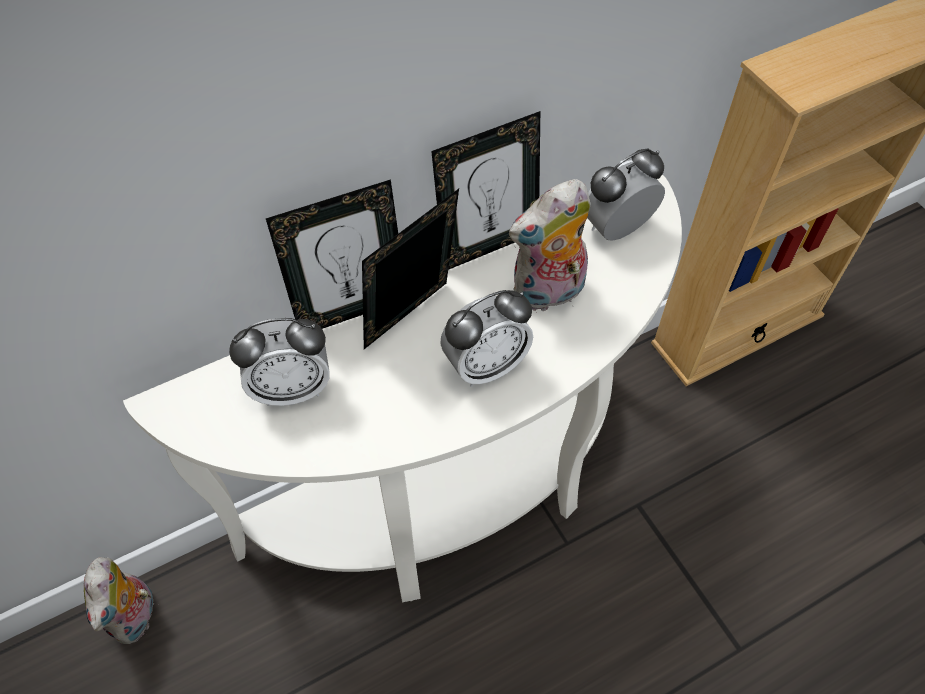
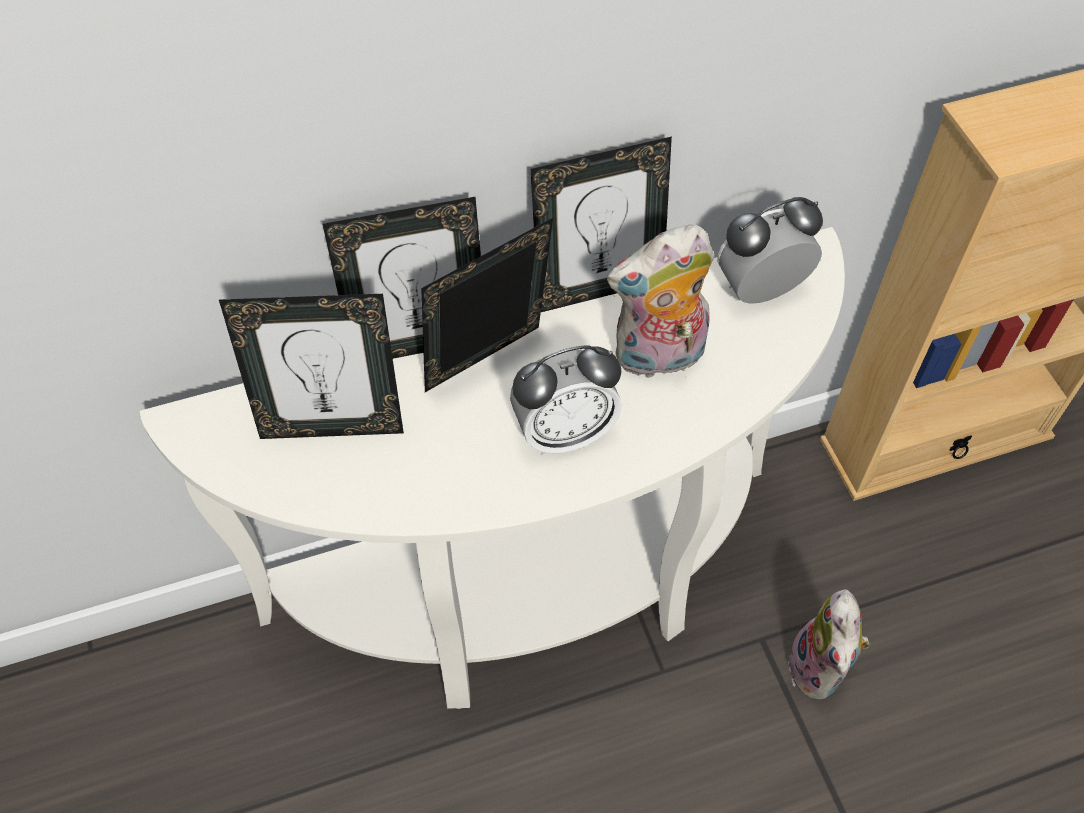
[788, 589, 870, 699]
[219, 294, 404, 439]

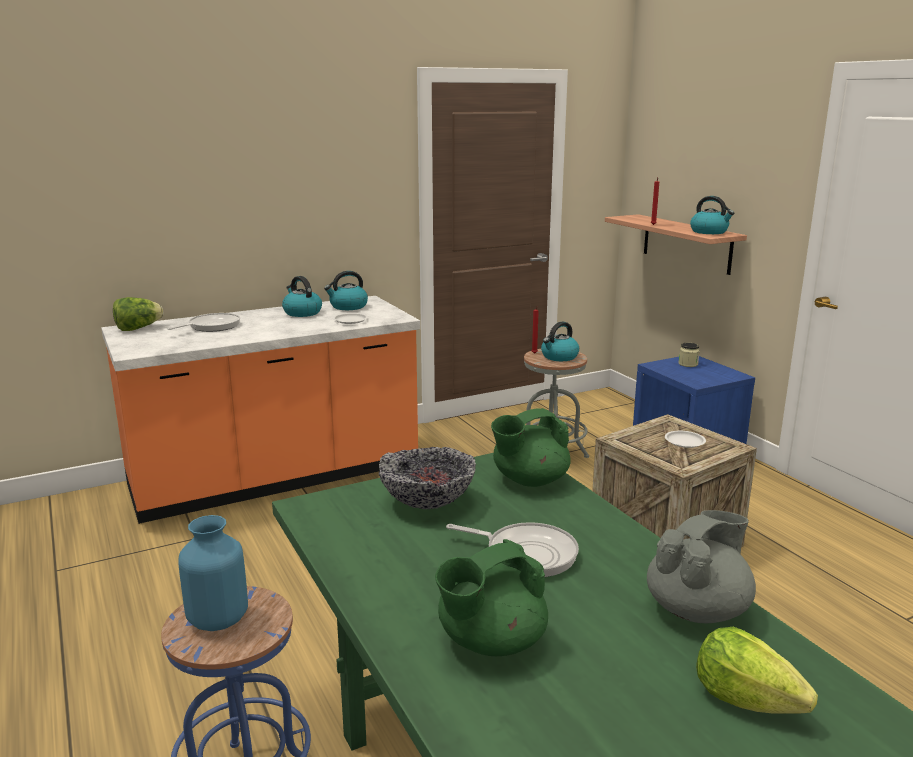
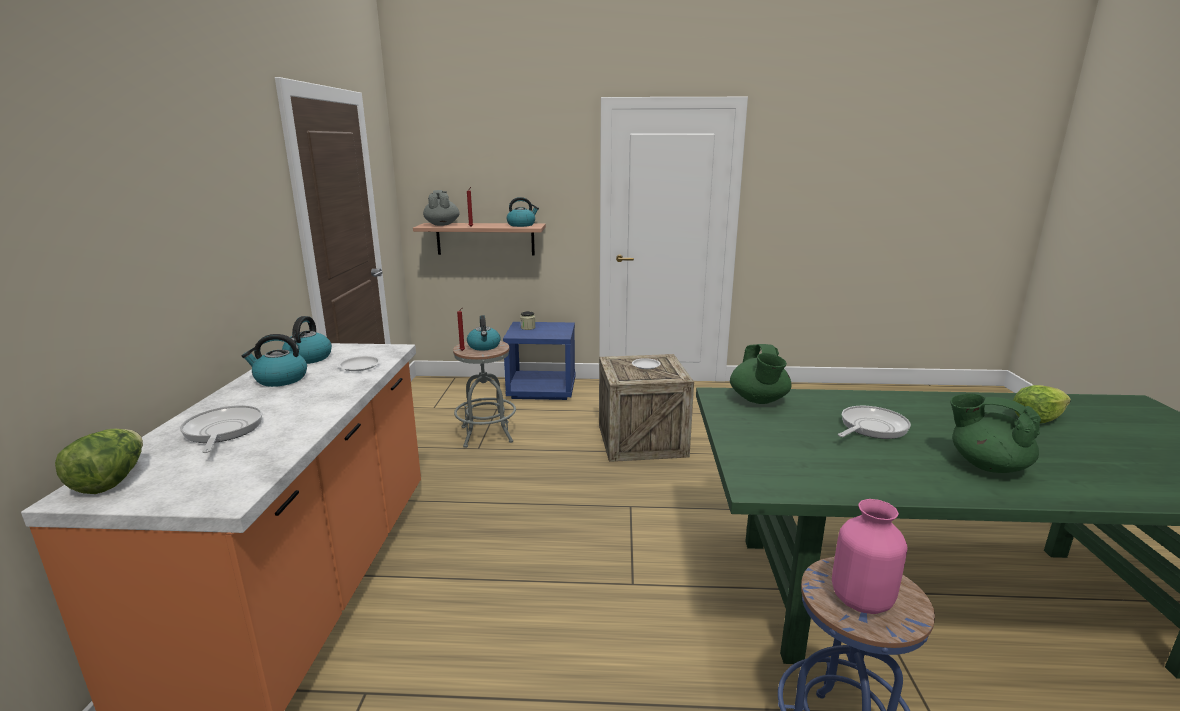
[832, 499, 907, 614]
[378, 447, 476, 509] (first image)
[950, 393, 1041, 473]
[423, 190, 459, 226]

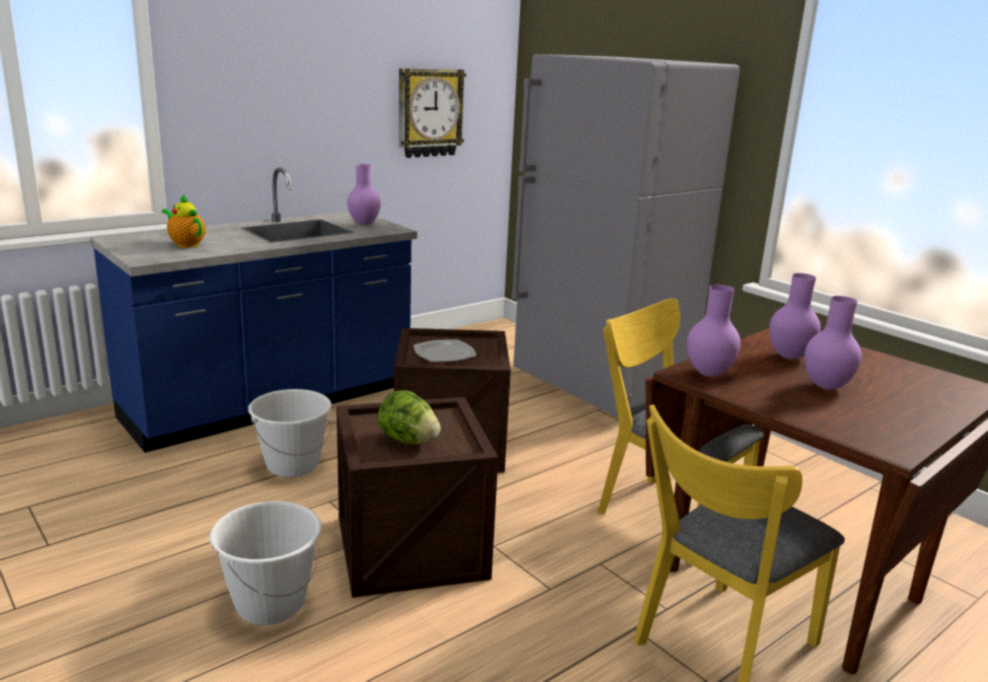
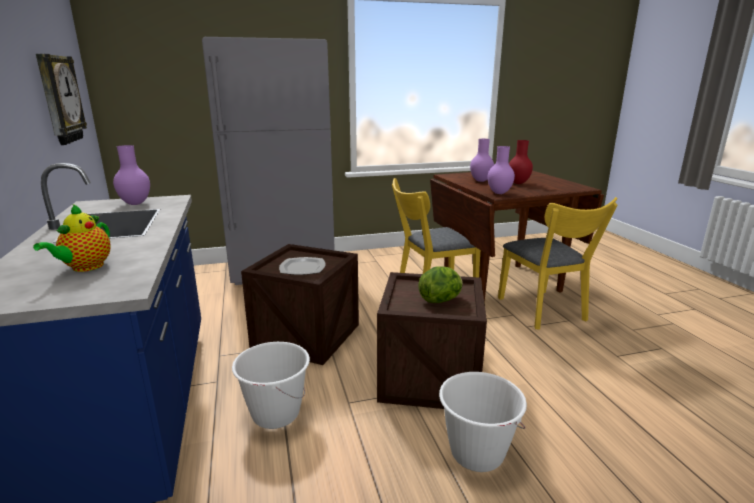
[33, 204, 111, 272]
[509, 140, 533, 184]

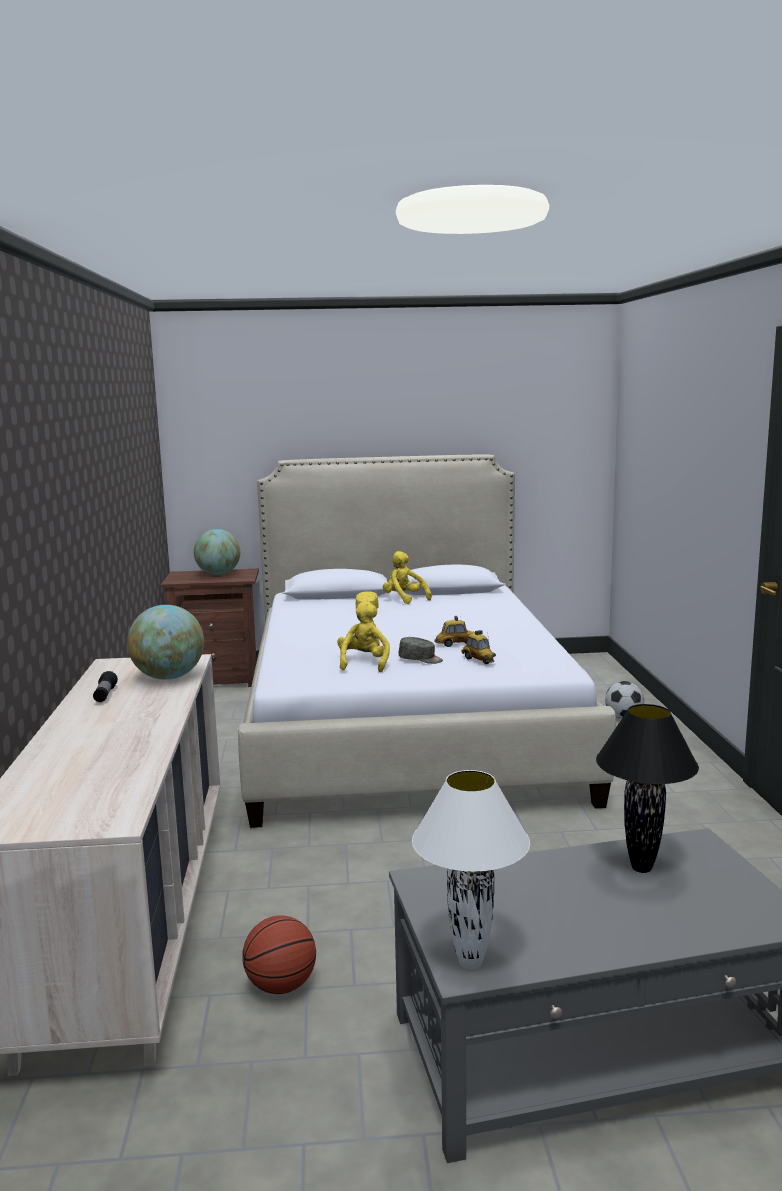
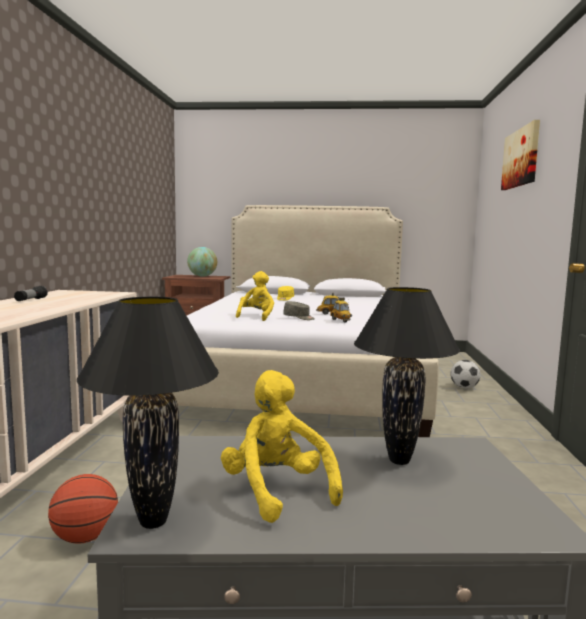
[127, 605, 204, 680] (first image)
[221, 370, 343, 523]
[77, 297, 219, 529]
[501, 120, 540, 190]

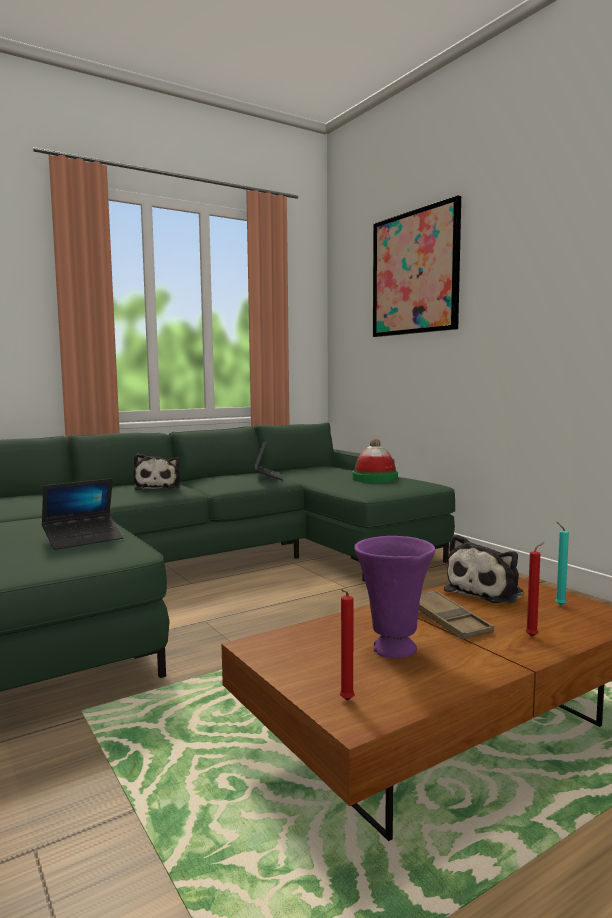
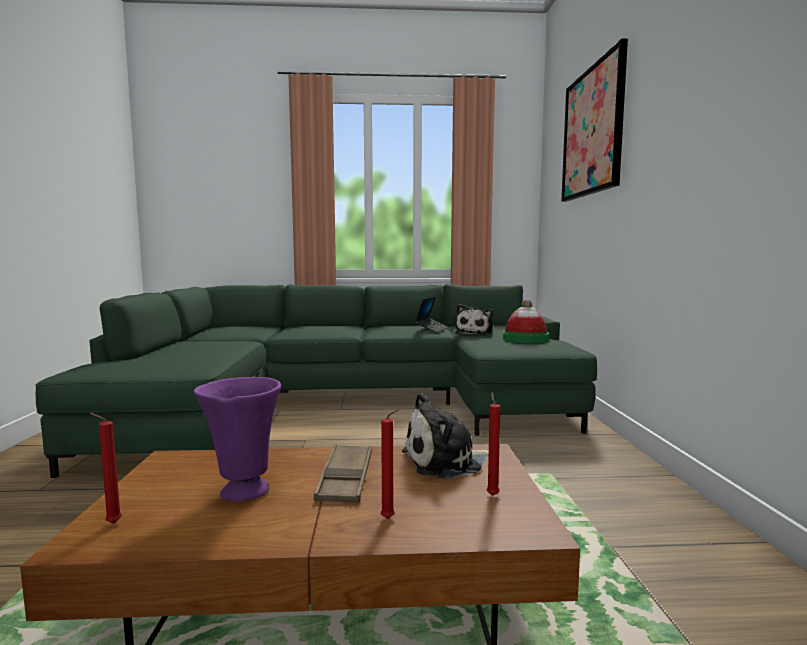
[42, 478, 124, 550] (first image)
[455, 304, 493, 335]
[487, 392, 500, 496]

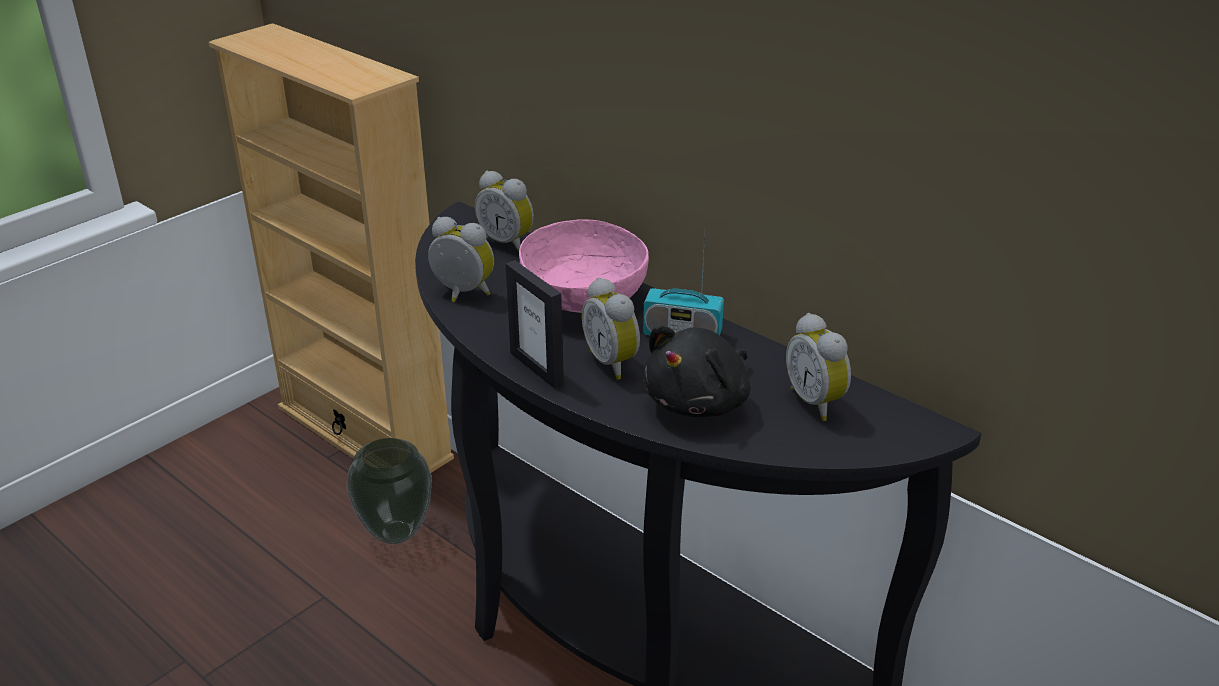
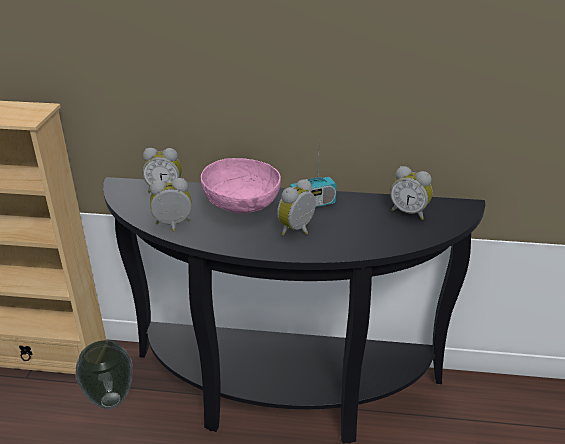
[506, 260, 564, 389] (first image)
[277, 179, 316, 235]
[643, 325, 750, 417] (first image)

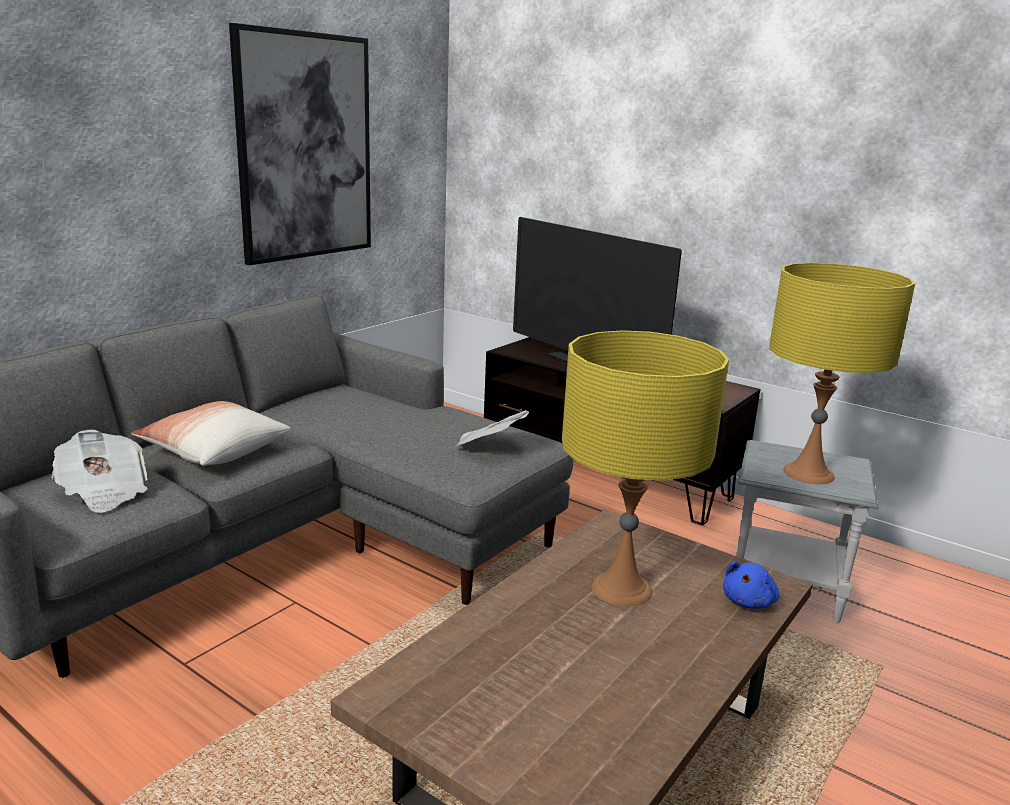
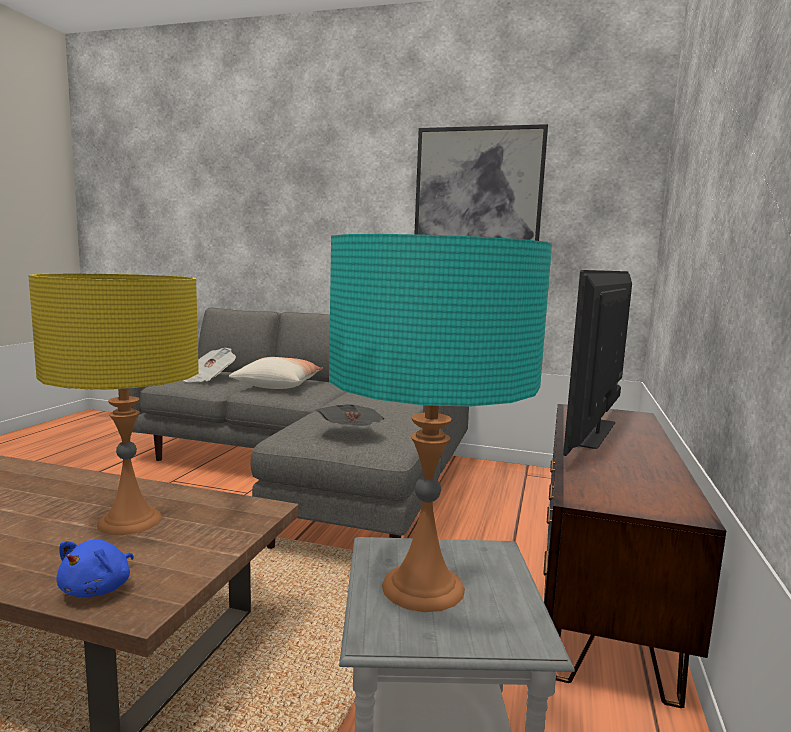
[57, 540, 134, 597]
[329, 234, 552, 612]

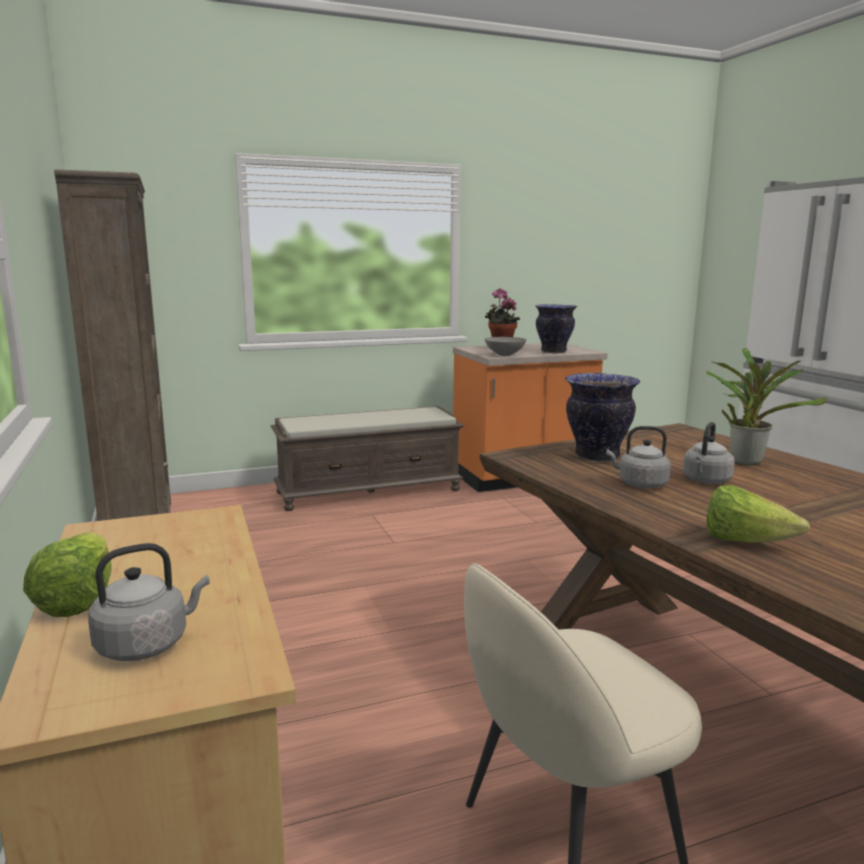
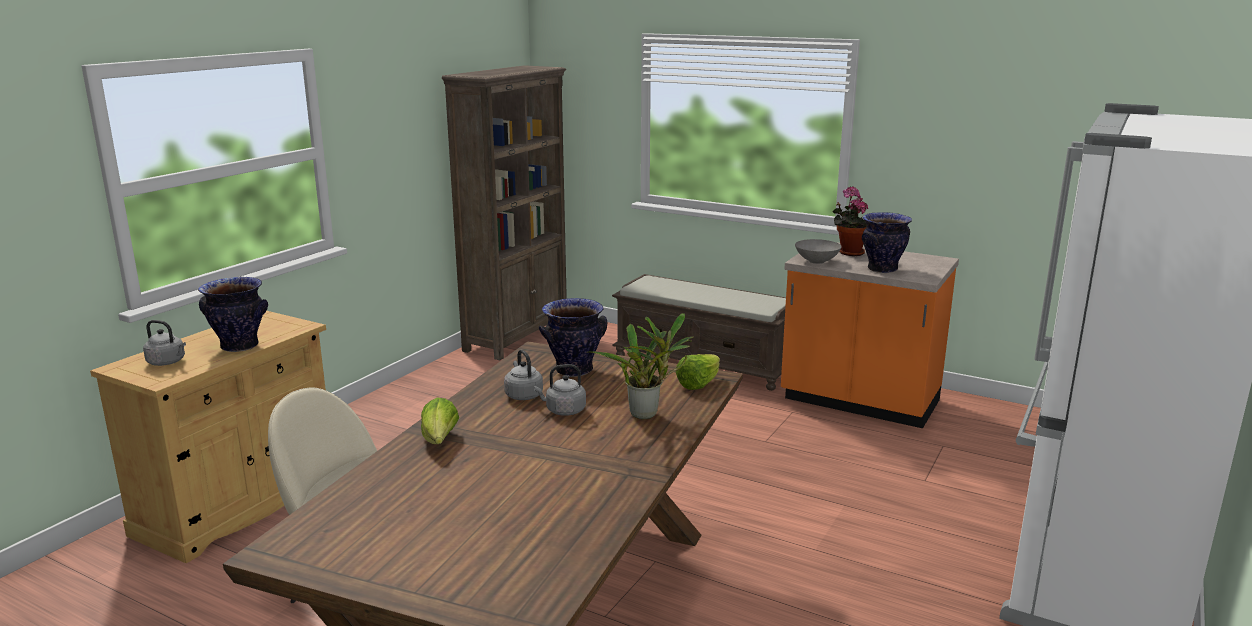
[675, 354, 720, 390]
[198, 277, 268, 352]

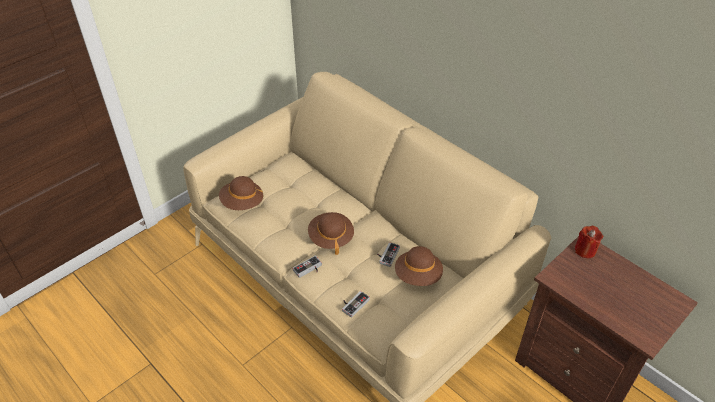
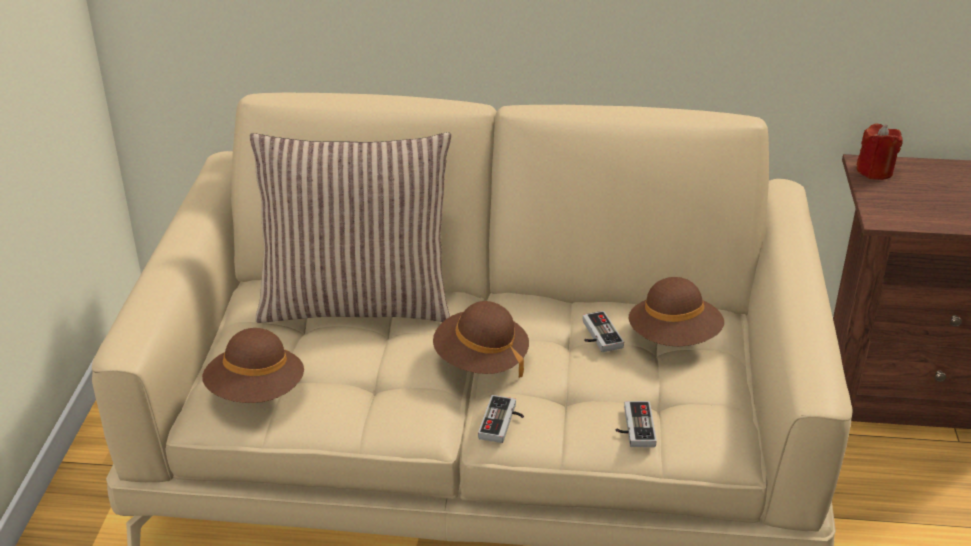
[250, 132, 451, 323]

